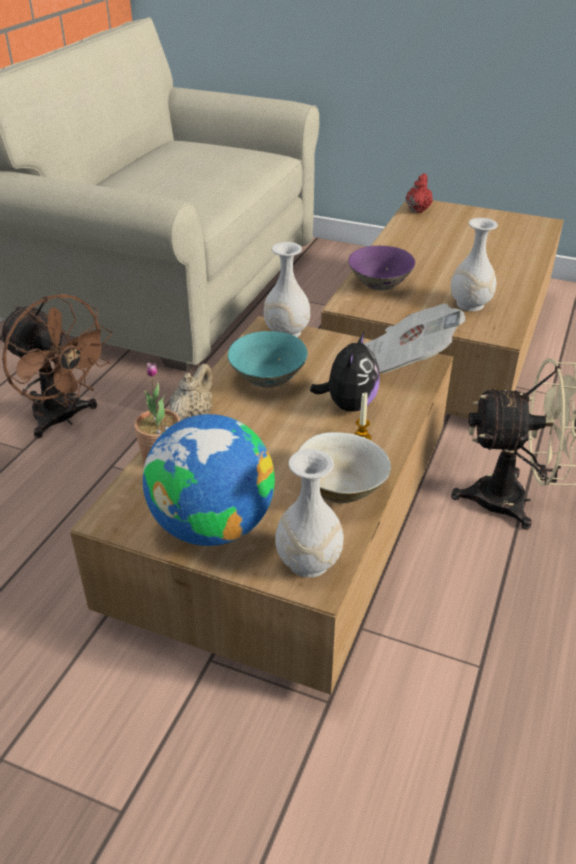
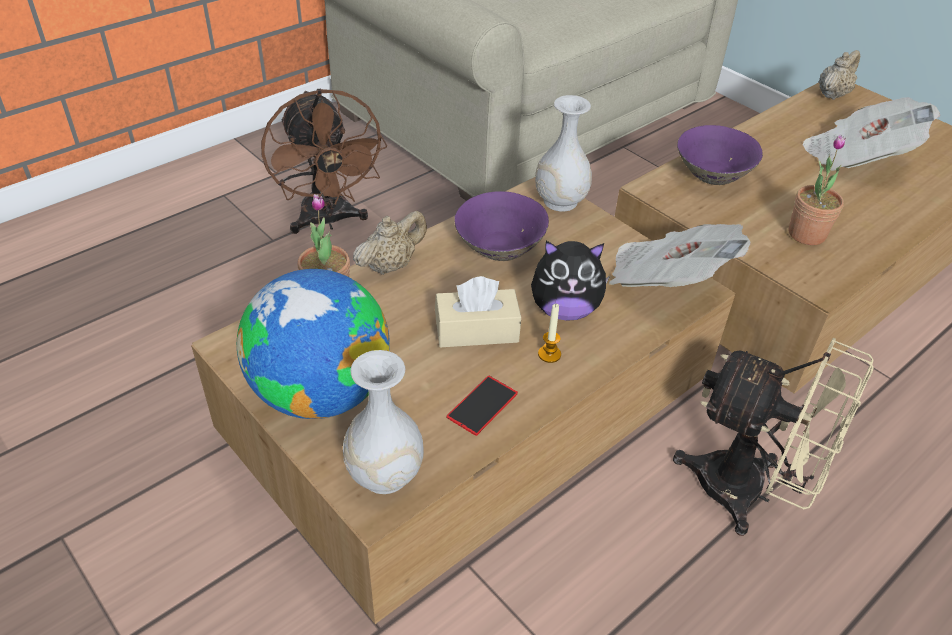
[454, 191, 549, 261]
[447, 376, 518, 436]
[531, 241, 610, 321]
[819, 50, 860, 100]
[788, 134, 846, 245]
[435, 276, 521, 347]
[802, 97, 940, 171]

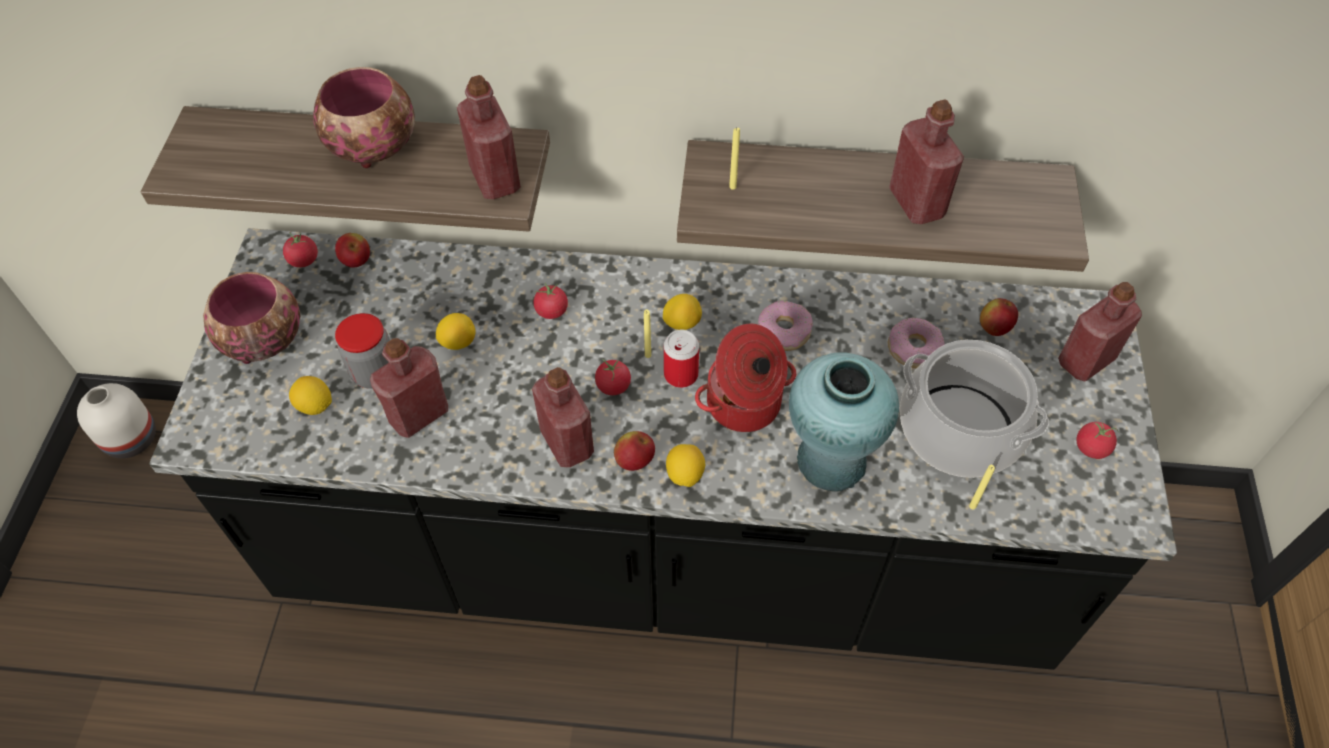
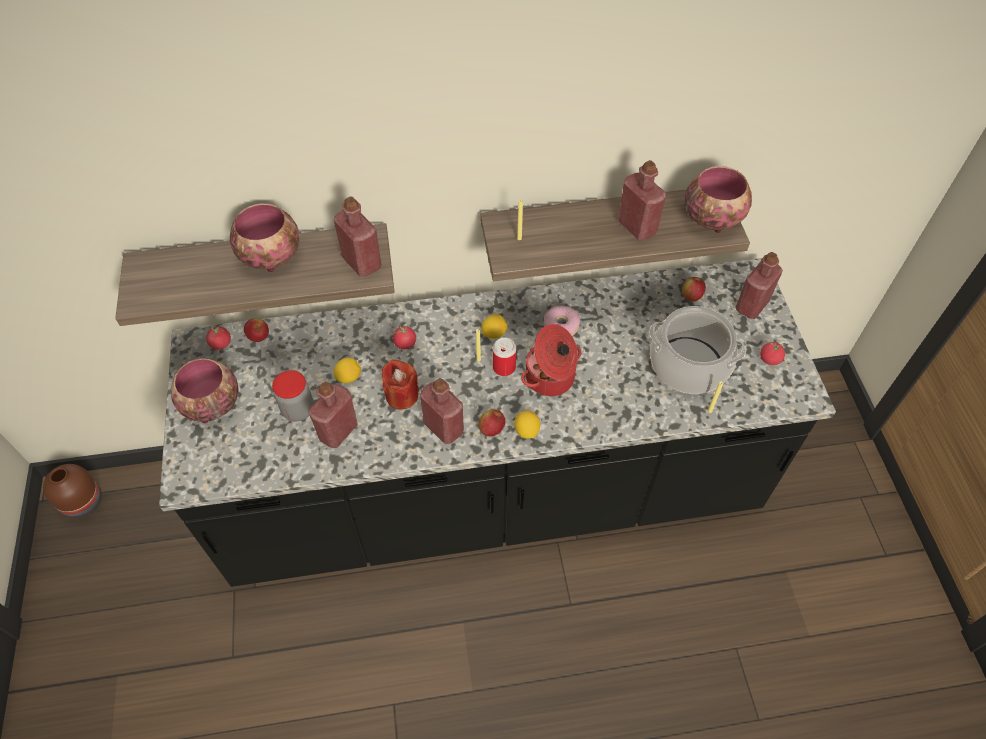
[43, 464, 102, 518]
[289, 376, 332, 415] (first image)
[595, 359, 631, 395] (first image)
[789, 352, 899, 492] (first image)
[888, 318, 944, 368] (first image)
[382, 359, 419, 409]
[684, 166, 752, 233]

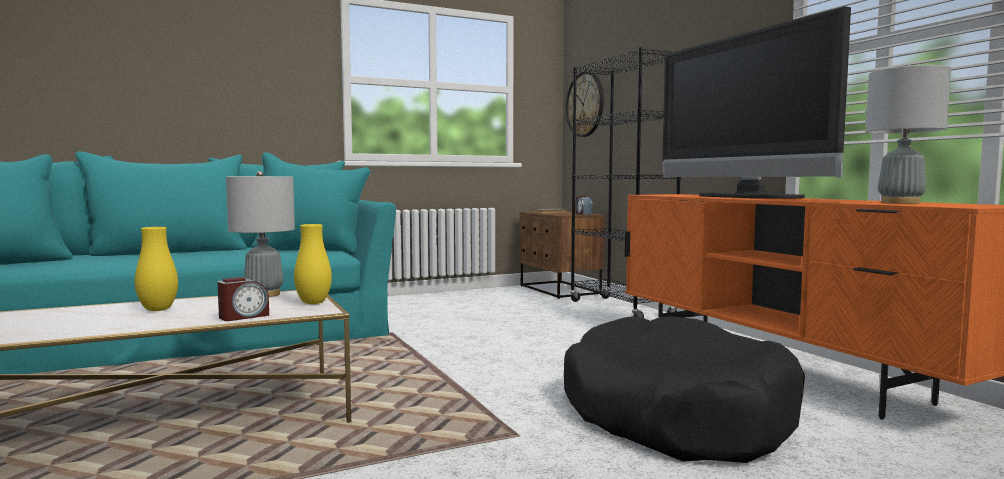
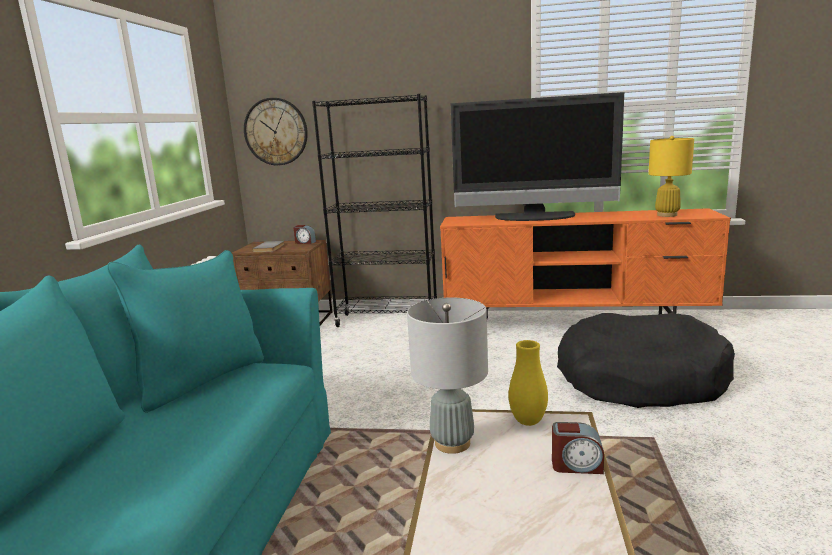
[135, 227, 178, 311] (first image)
[552, 422, 604, 474]
[648, 136, 694, 217]

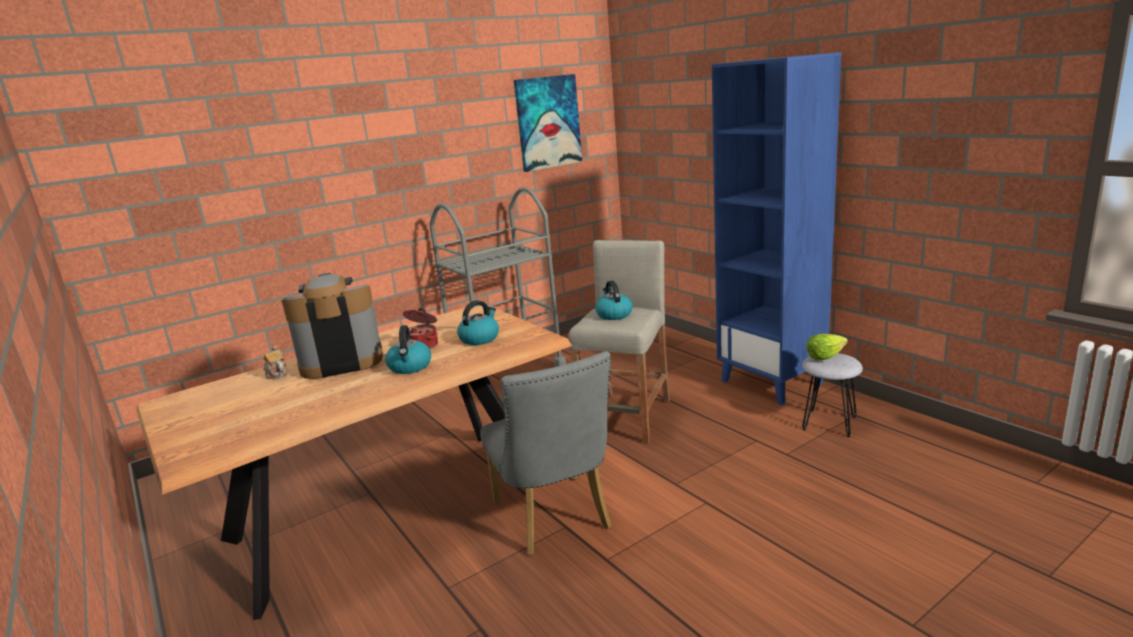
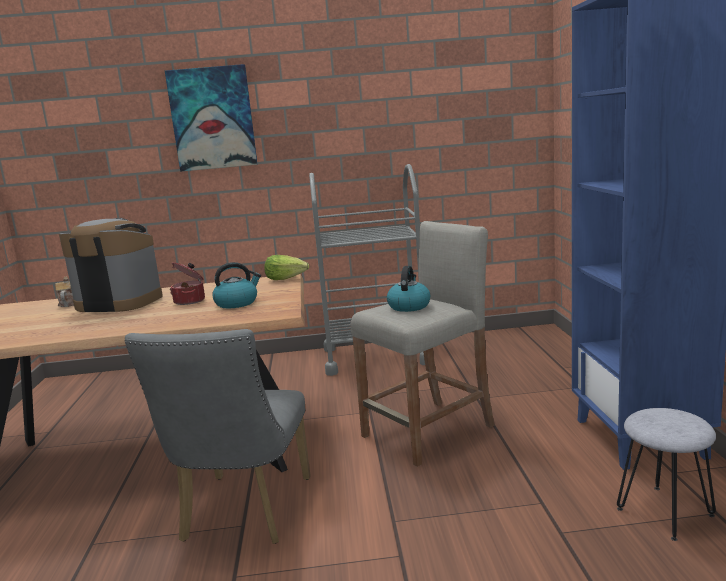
[385, 325, 431, 374] (first image)
[165, 64, 257, 172]
[264, 255, 309, 280]

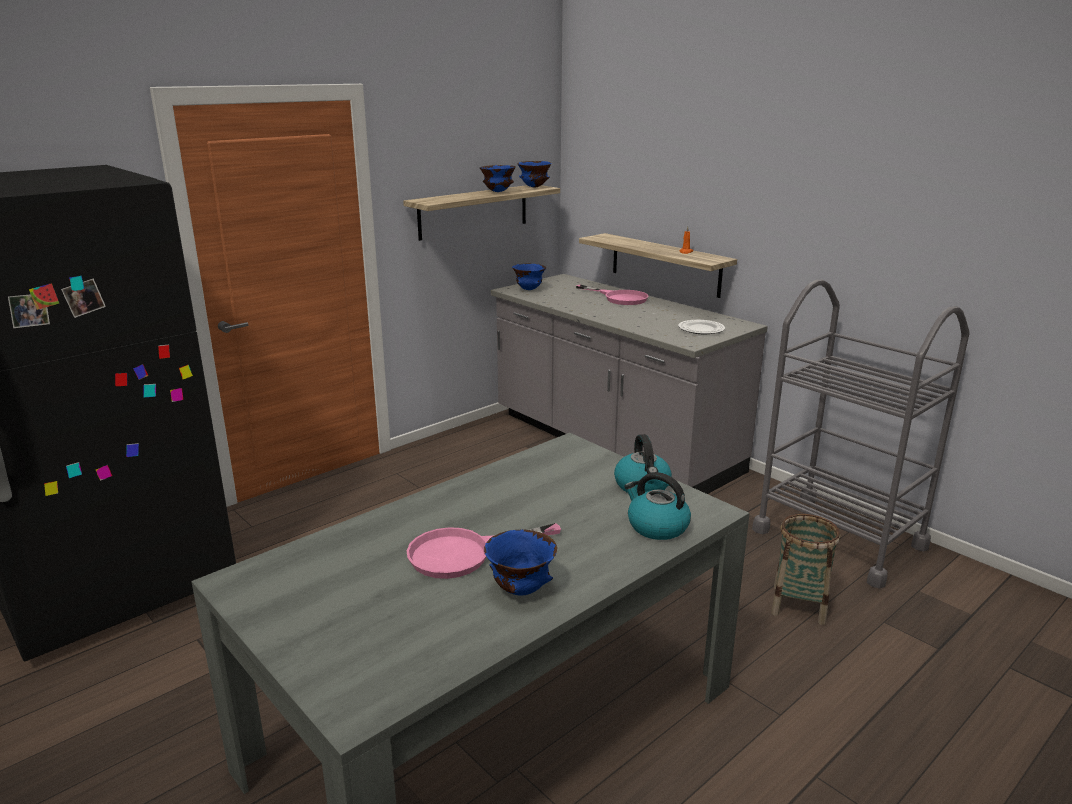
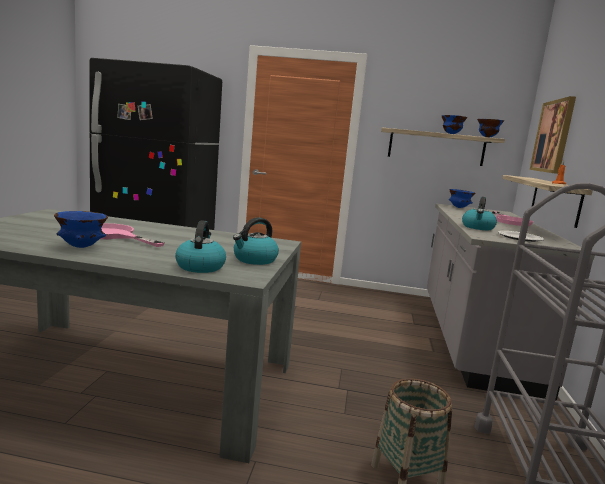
[462, 197, 497, 230]
[530, 96, 576, 174]

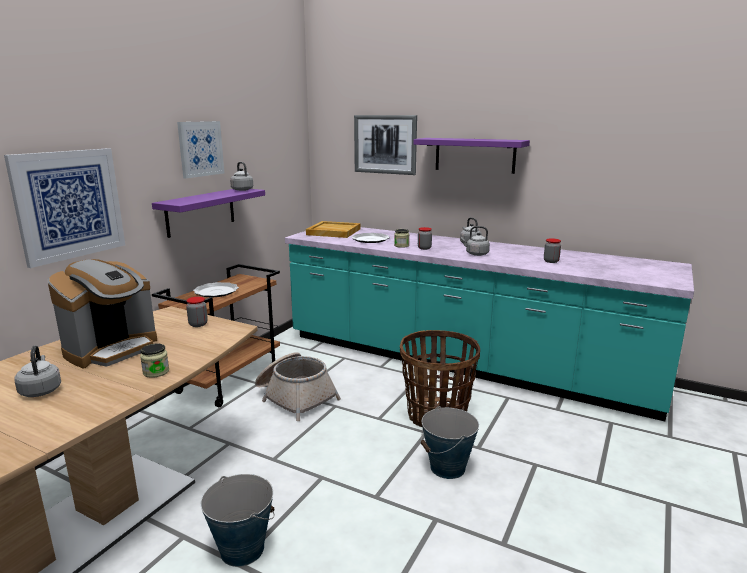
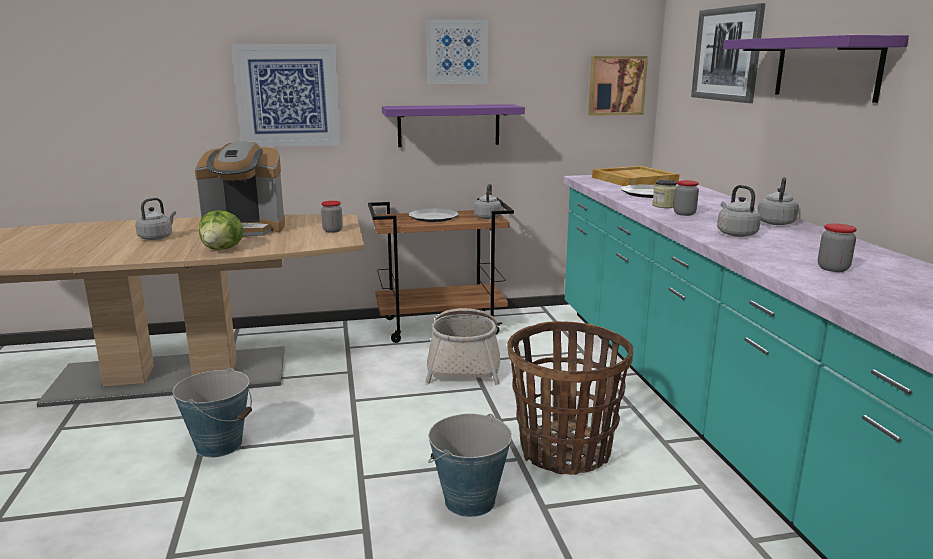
[199, 210, 243, 250]
[474, 184, 501, 219]
[588, 56, 648, 116]

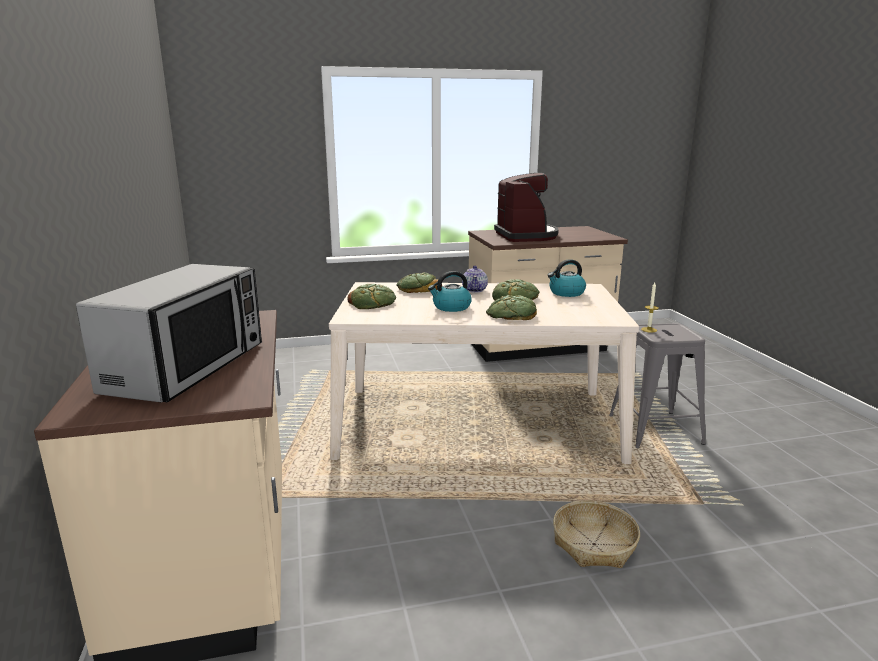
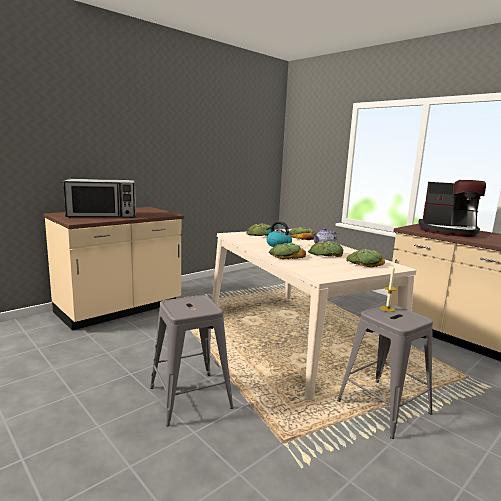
[419, 180, 486, 237]
[346, 249, 385, 267]
[150, 295, 233, 426]

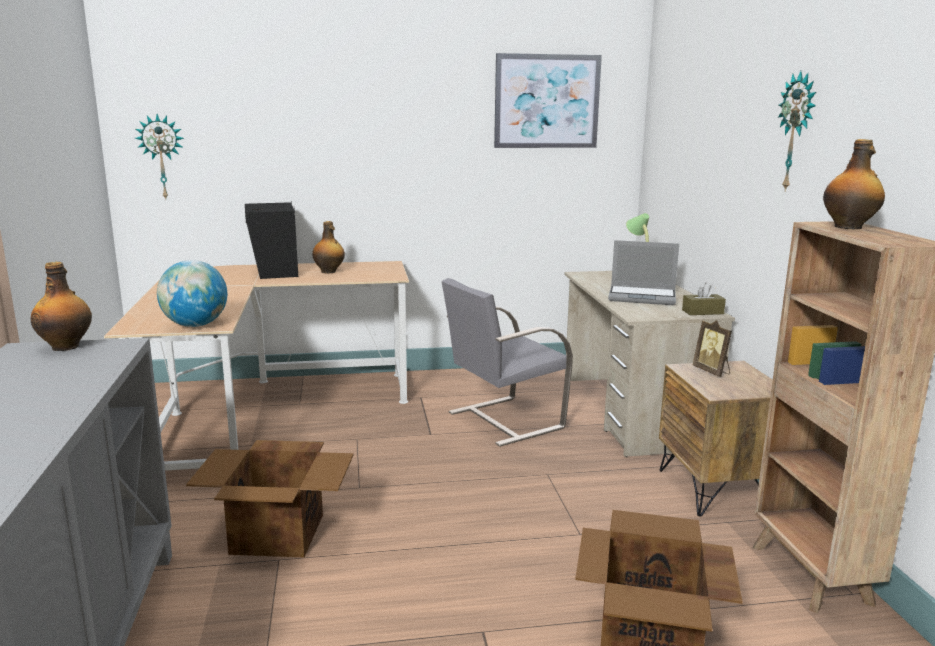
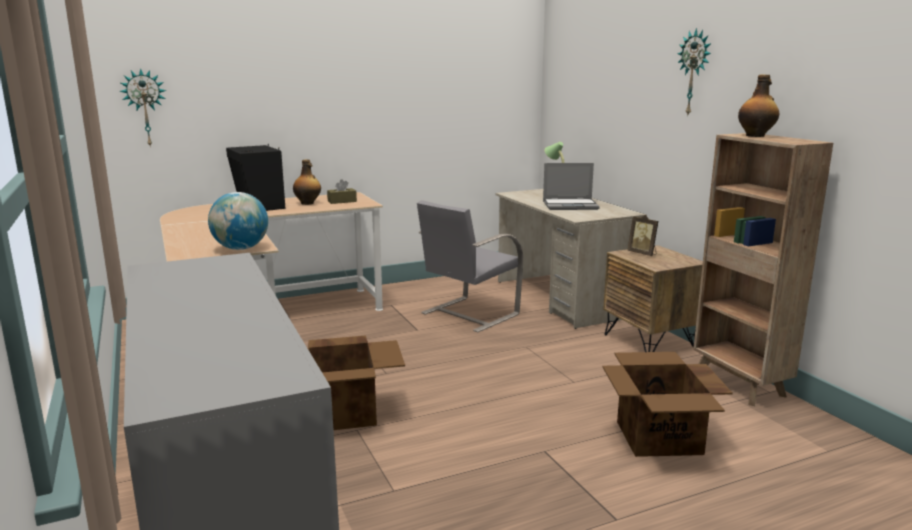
[31, 262, 92, 351] (first image)
[494, 53, 602, 148] (first image)
[327, 179, 357, 204]

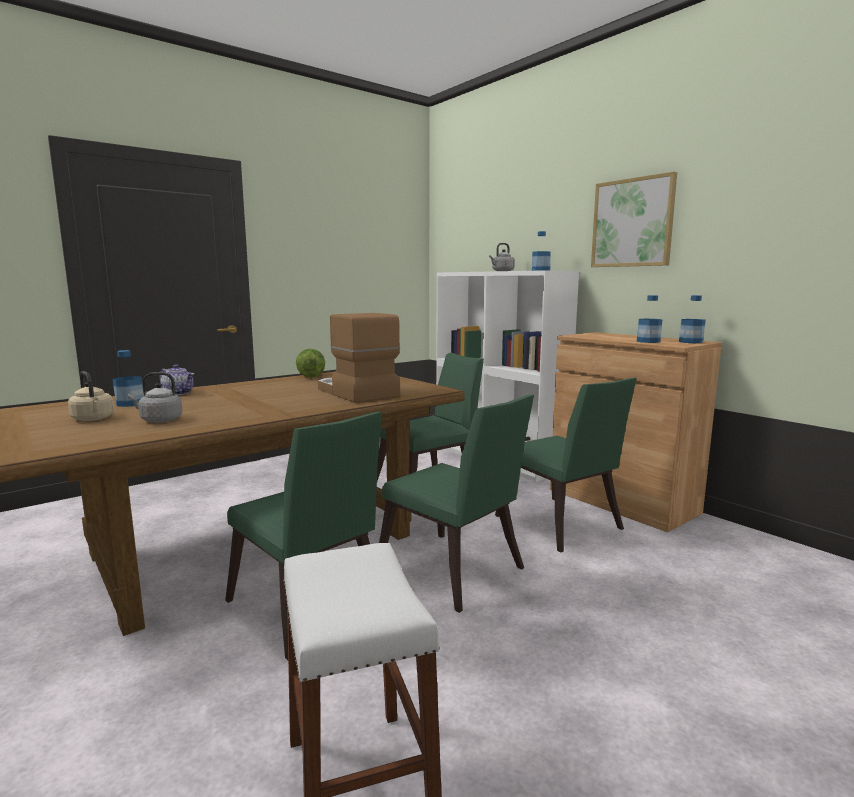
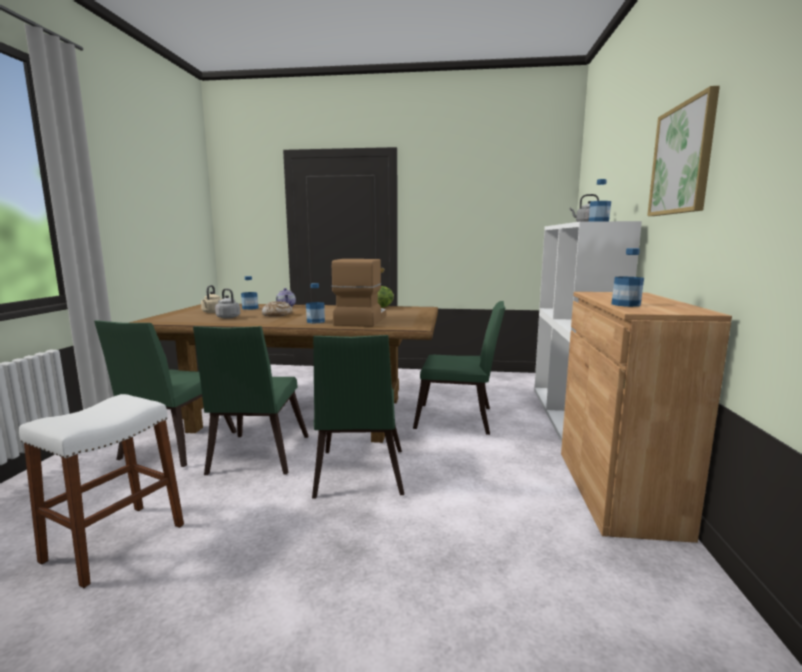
[94, 320, 237, 467]
[306, 283, 325, 323]
[262, 301, 293, 316]

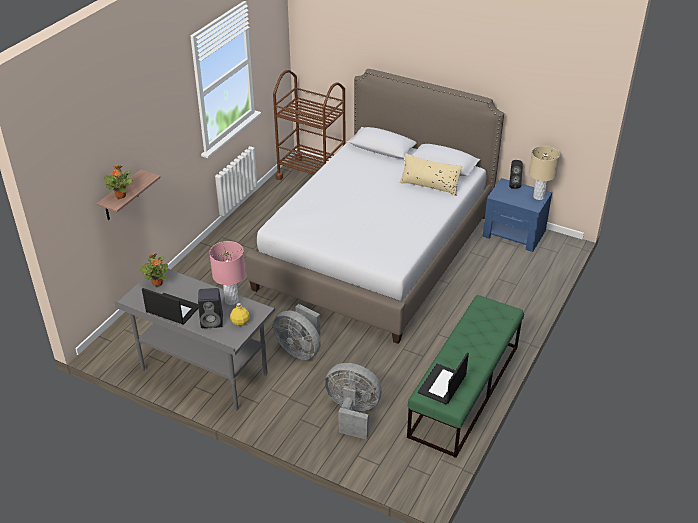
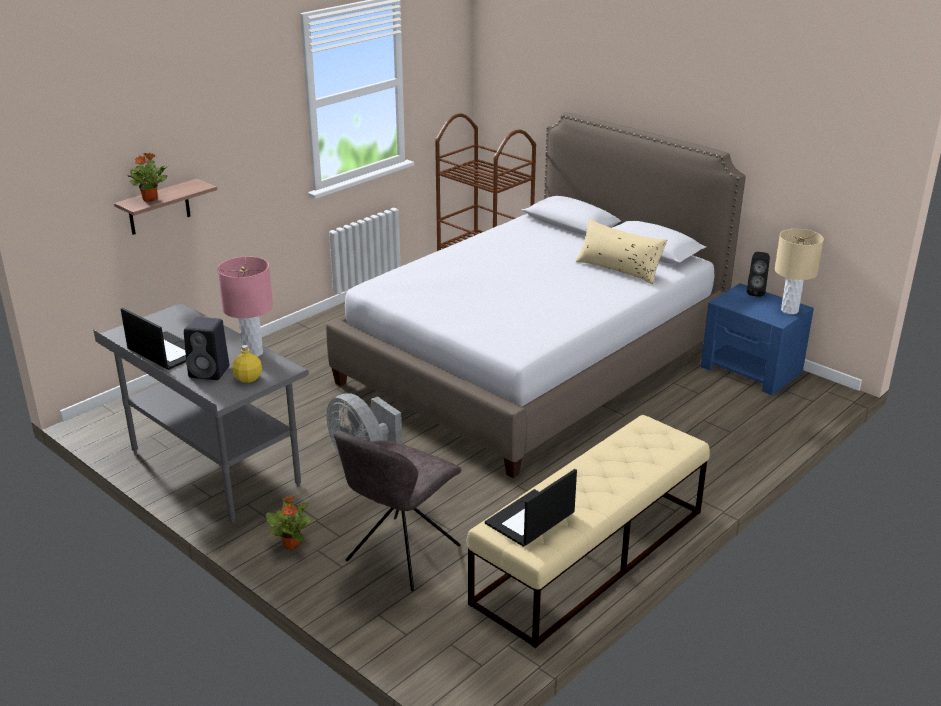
[266, 496, 311, 550]
[334, 430, 461, 591]
[466, 415, 710, 648]

